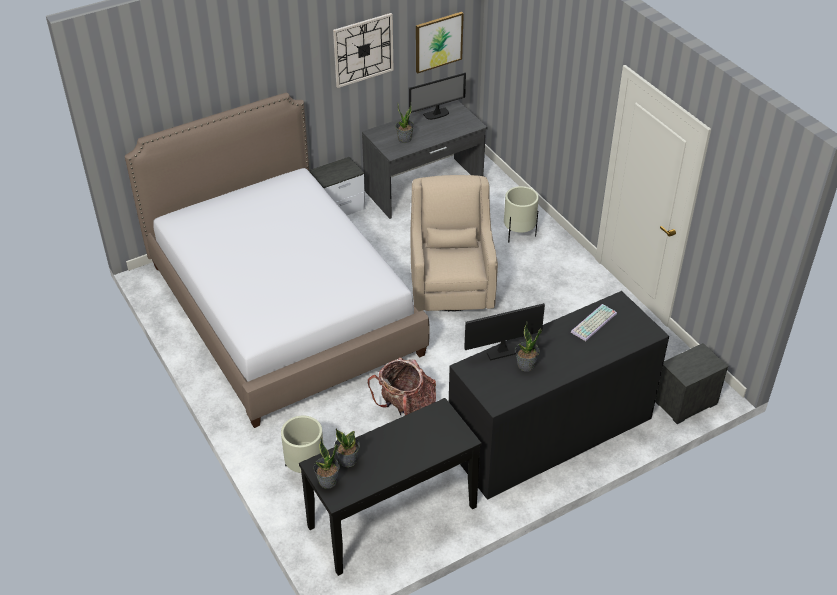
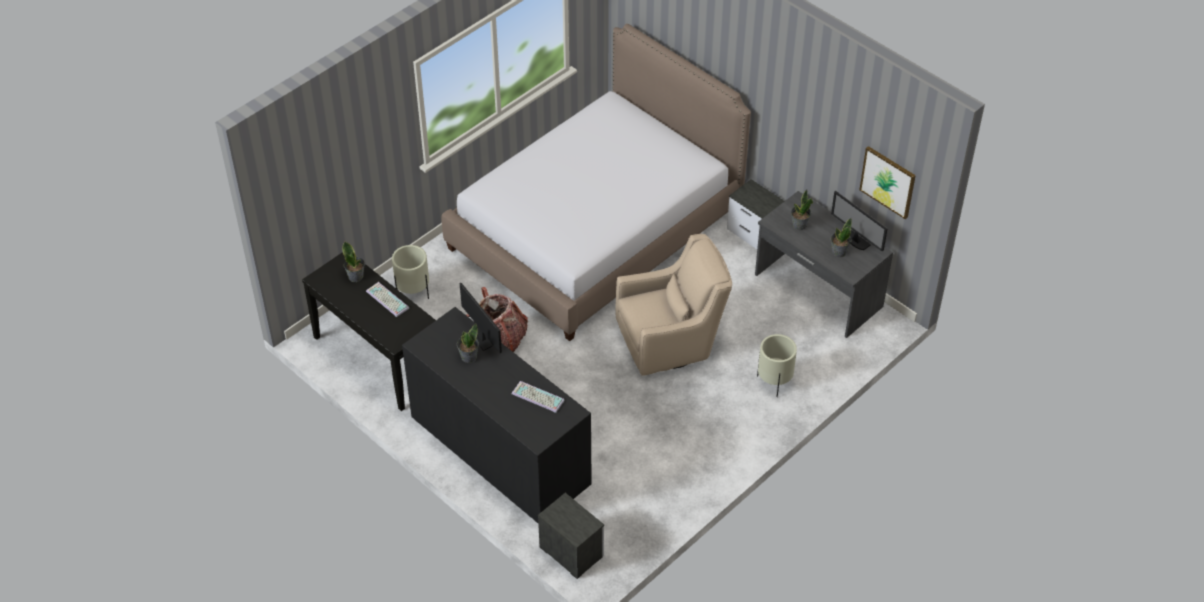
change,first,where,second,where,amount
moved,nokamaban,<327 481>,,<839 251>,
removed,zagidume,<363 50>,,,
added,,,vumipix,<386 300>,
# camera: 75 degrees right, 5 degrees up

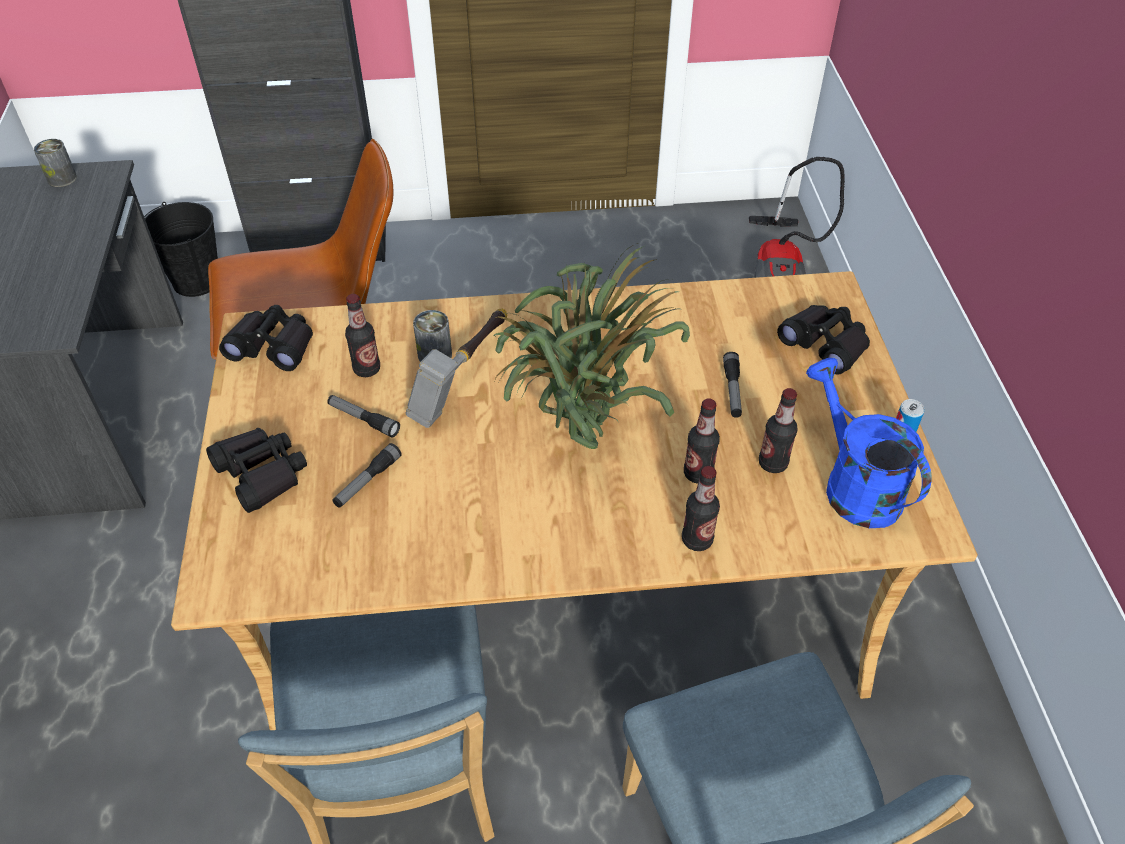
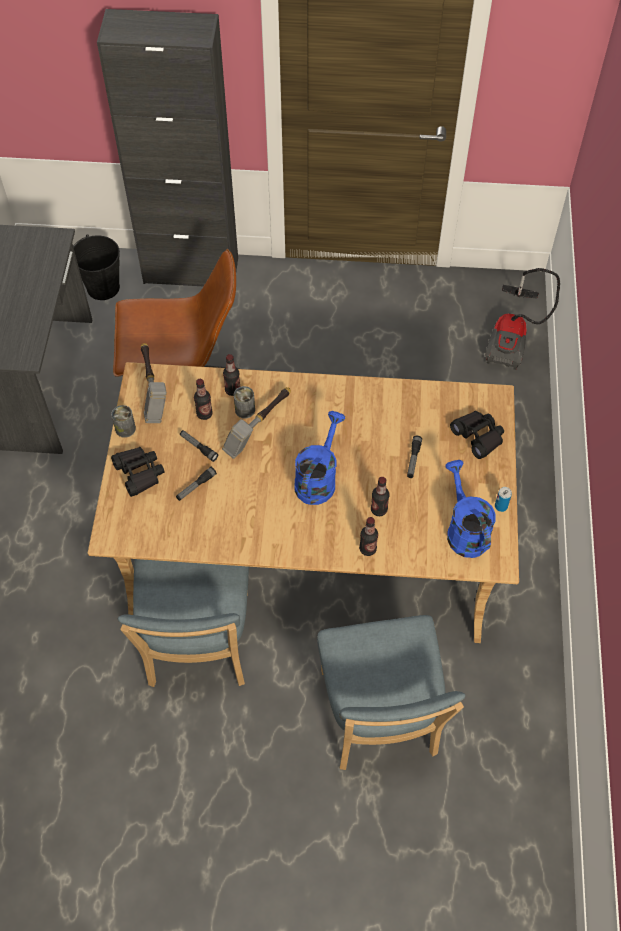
change,first,where,second,where,amount
moved,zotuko,<62 178>,,<125 429>,
replaced,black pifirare,<273 346>,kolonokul,<152 390>,
replaced,nokamaban,<580 440>,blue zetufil,<318 478>,
moved,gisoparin,<773 463>,,<232 390>,
# camera: 10 degrees right, 10 degrees up

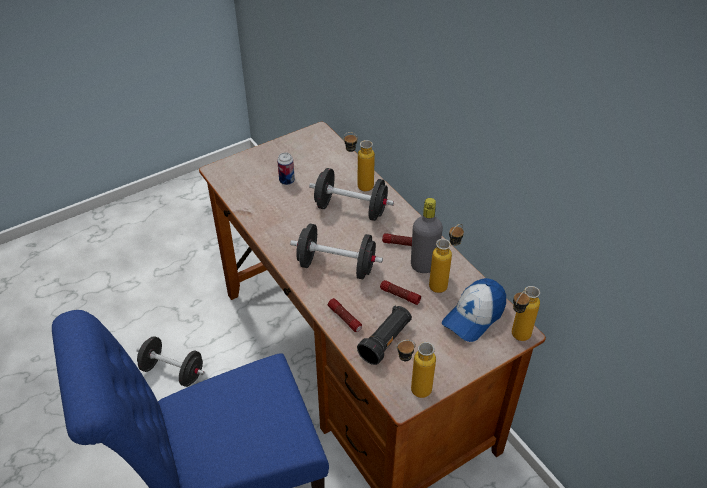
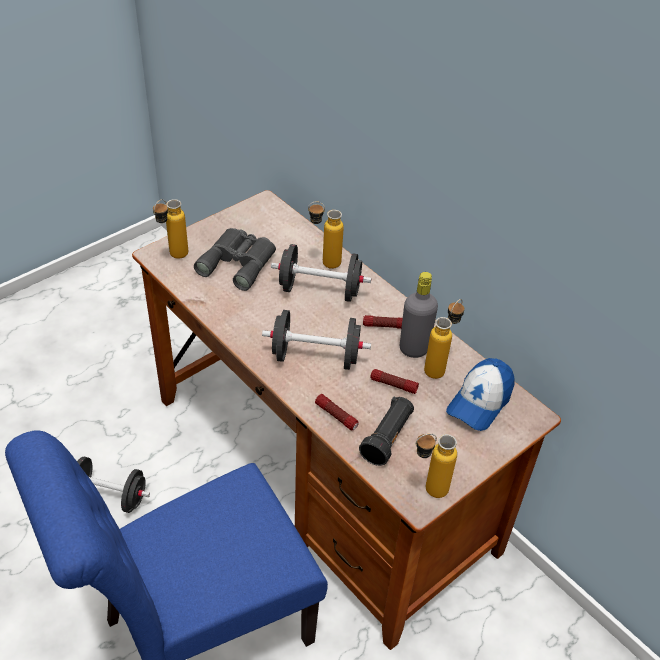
change,first,where,second,where,amount
replaced,zotuko,<287 181>,grey pifirare,<239 262>,
moved,gisoparin,<516 339>,,<173 257>,
# camera: 10 degrees left, 0 degrees up

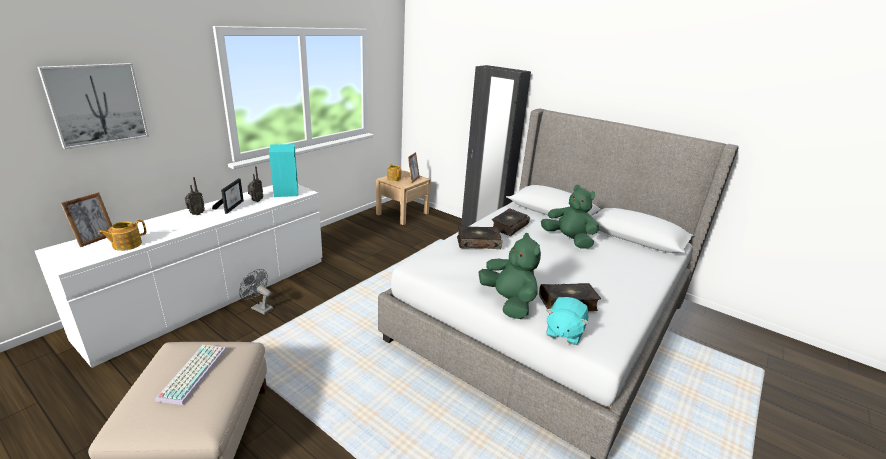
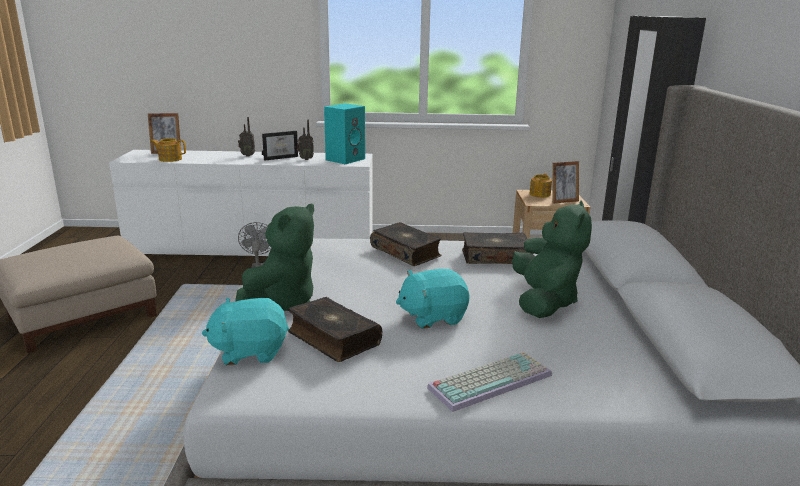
change,first,where,second,where,amount
removed,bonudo,<97 104>,,,
moved,vumipix,<192 372>,,<490 380>,
added,,,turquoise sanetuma,<432 317>,
# camera: 55 degrees right, 5 degrees down

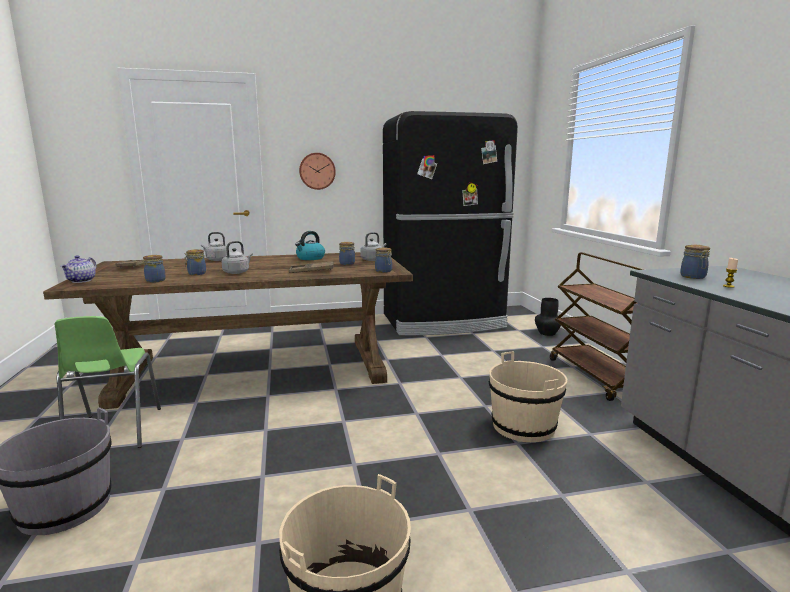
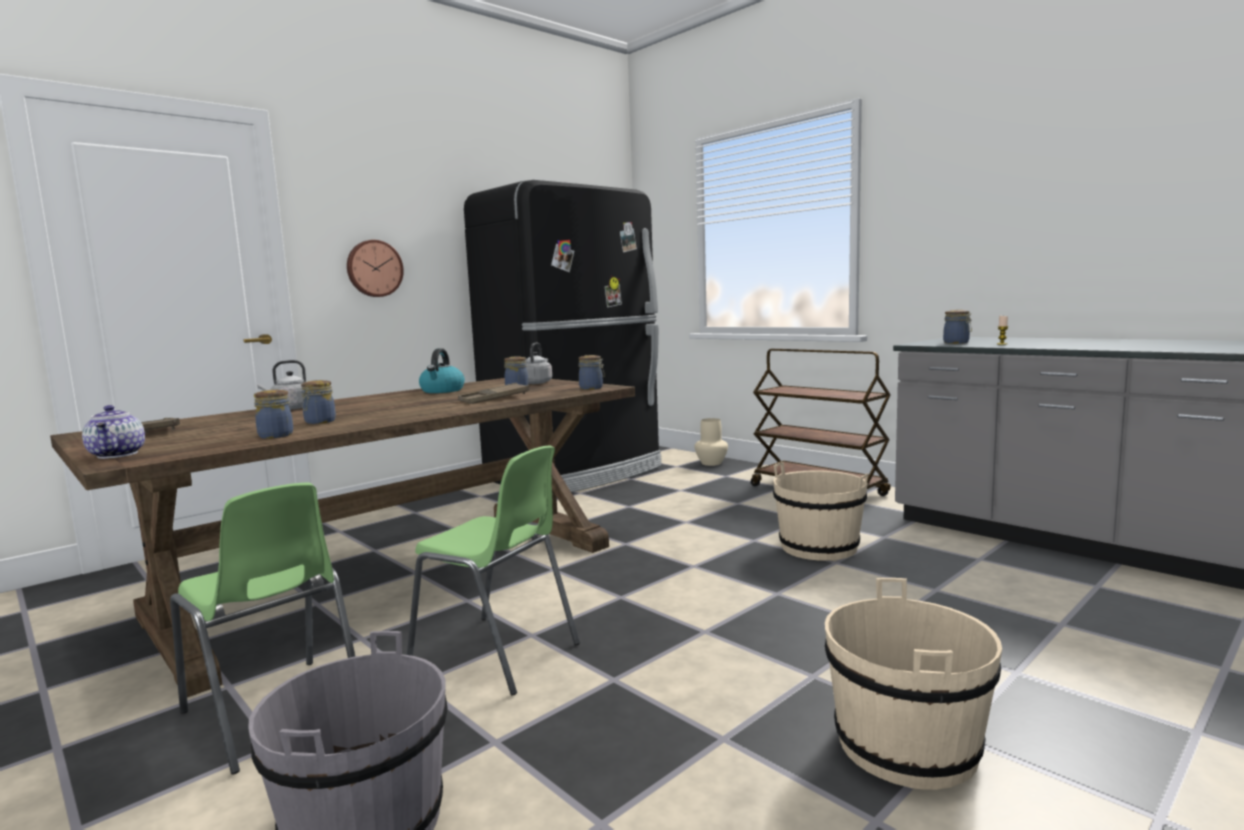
change,first,where,second,where,amount
removed,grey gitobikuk,<237 272>,,,
recoloured,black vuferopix,<546 333>,beige vuferopix,<711 463>,
added,,,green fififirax,<496 654>,
# camera: 30 degrees left, 5 degrees down

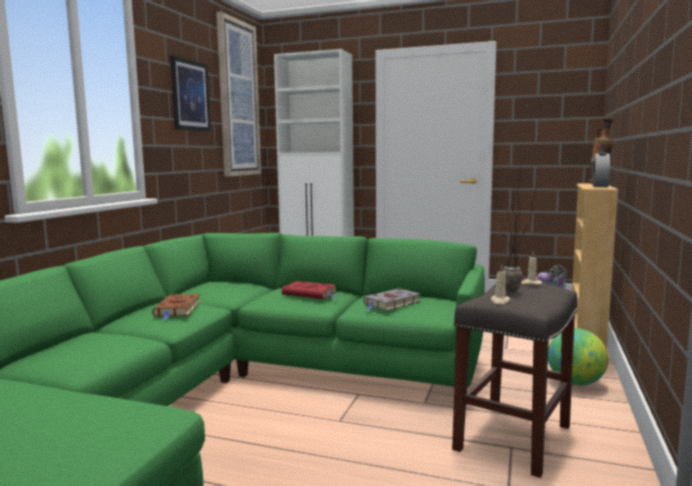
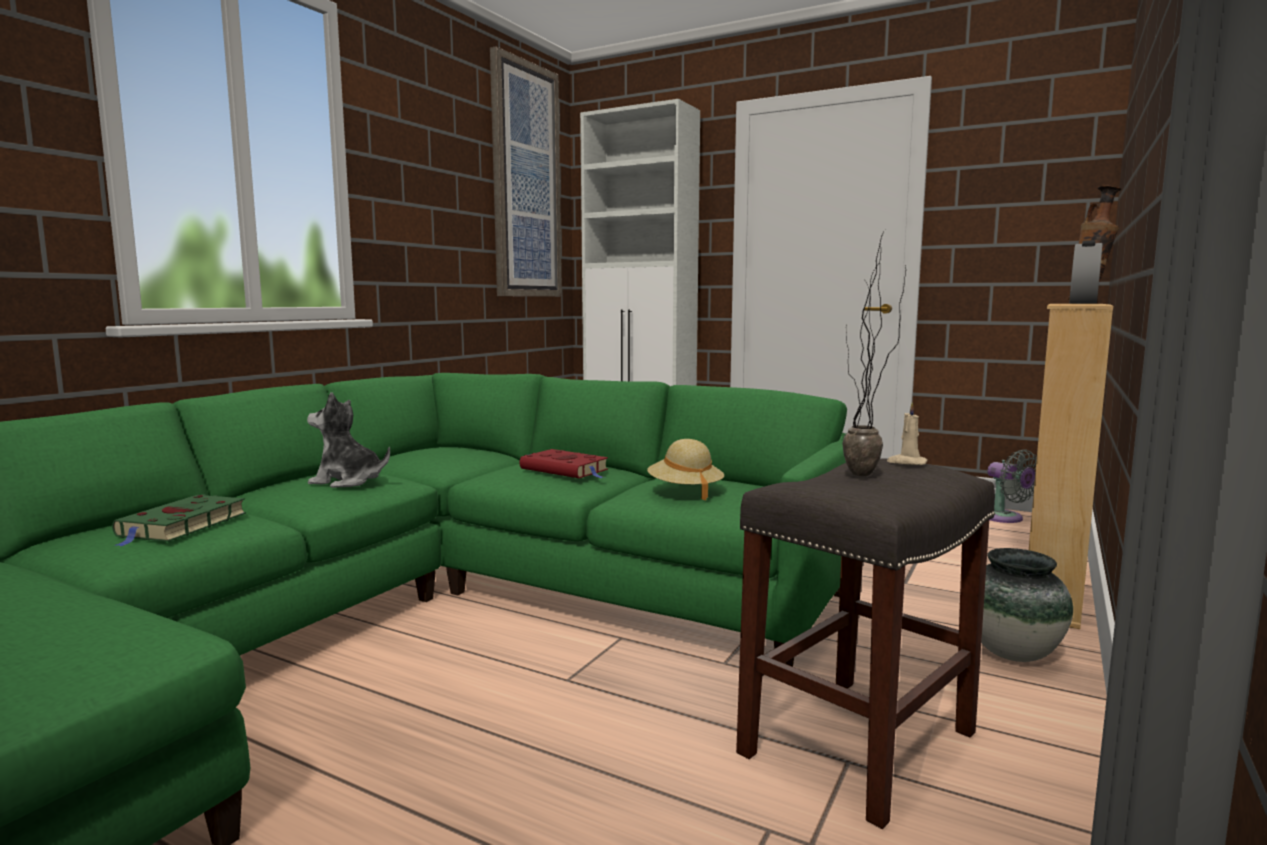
change,first,where,second,where,amount
replaced,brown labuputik,<177 309>,sanetuma,<347 481>,
removed,bonudo,<190 95>,,,
replaced,grey labuputik,<391 303>,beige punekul,<685 491>,
removed,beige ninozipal,<500 301>,,,
replaced,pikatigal,<575 383>,vuferopix,<1013 653>,
added,,,green labuputik,<181 526>,
# camera: 10 degrees right, 0 degrees up

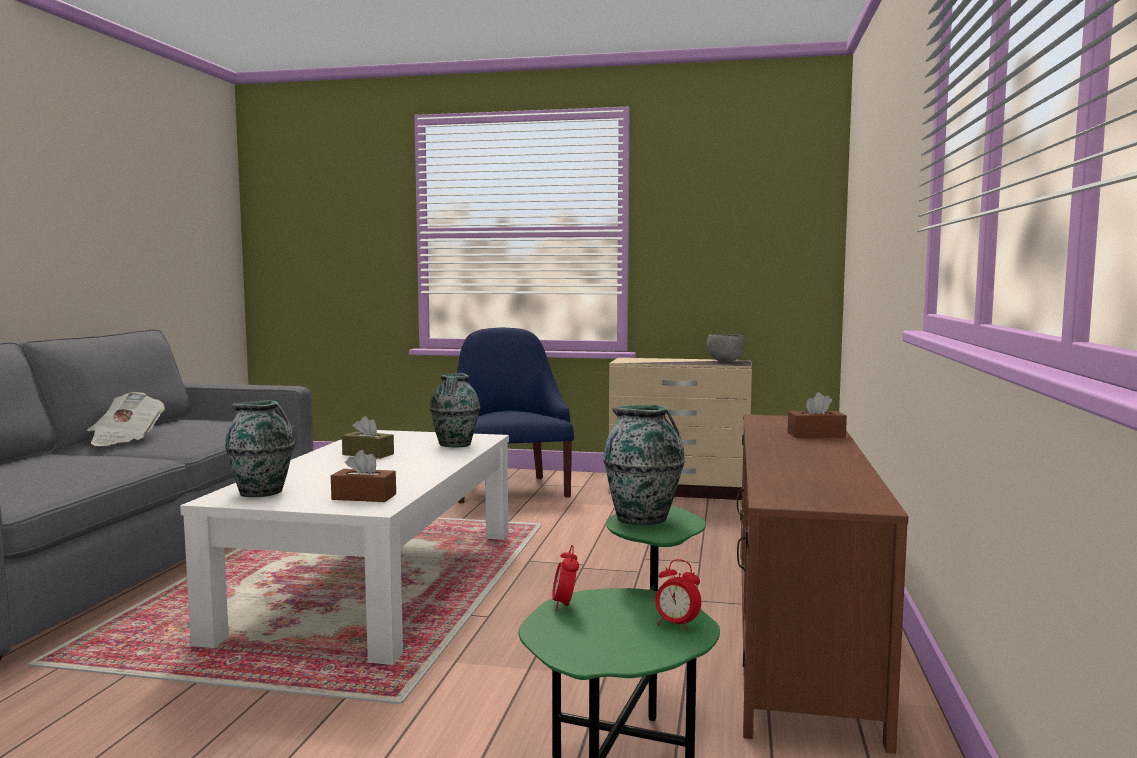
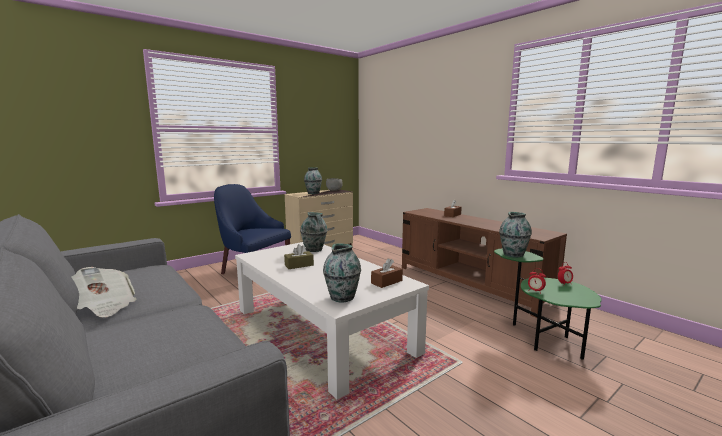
change,first,where,second,where,amount
added,,,vuferopix,<313 193>,
# camera: 50 degrees left, 5 degrees up

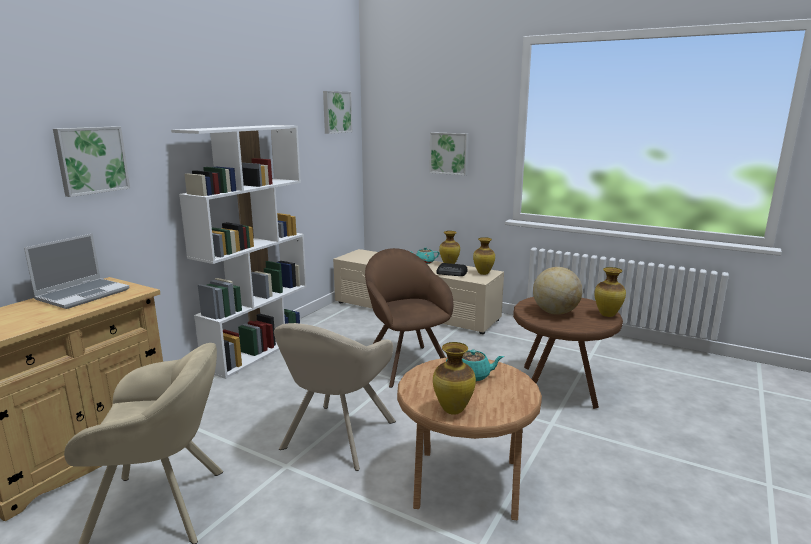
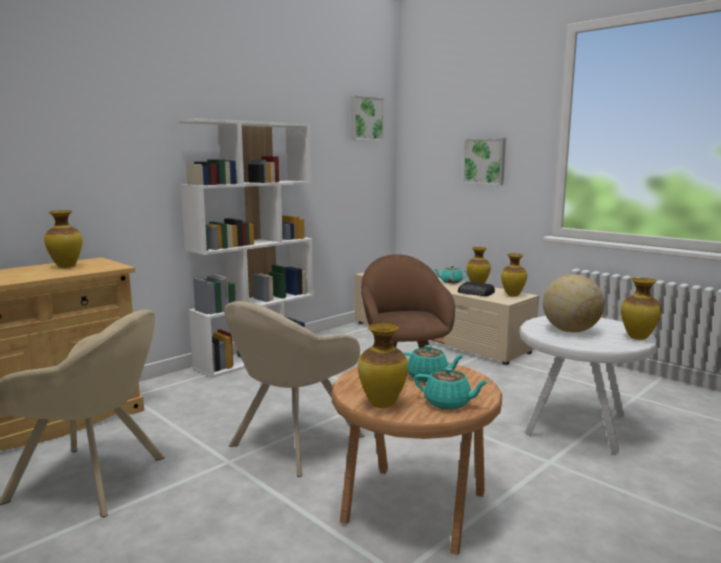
change,first,where,second,where,amount
replaced,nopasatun,<83 294>,vuferopix,<66 266>,
removed,bonudo,<91 160>,,,
recoloured,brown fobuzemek,<559 386>,white fobuzemek,<577 425>,
added,,,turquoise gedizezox,<448 403>,
# camera: 15 degrees right, 5 degrees down

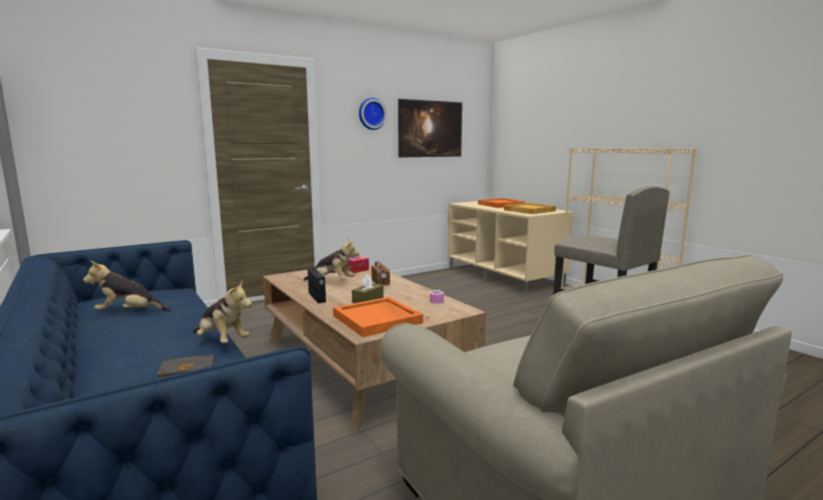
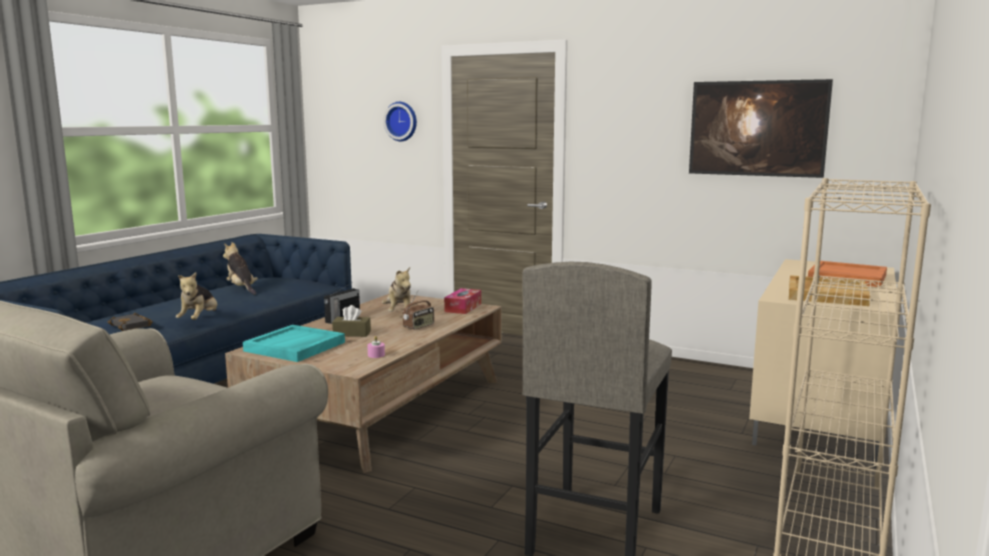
change,first,where,second,where,amount
recoloured,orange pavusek,<378 319>,turquoise pavusek,<295 347>,
moved,zagidume,<371 114>,,<402 121>,
# camera: 60 degrees right, 0 degrees up

